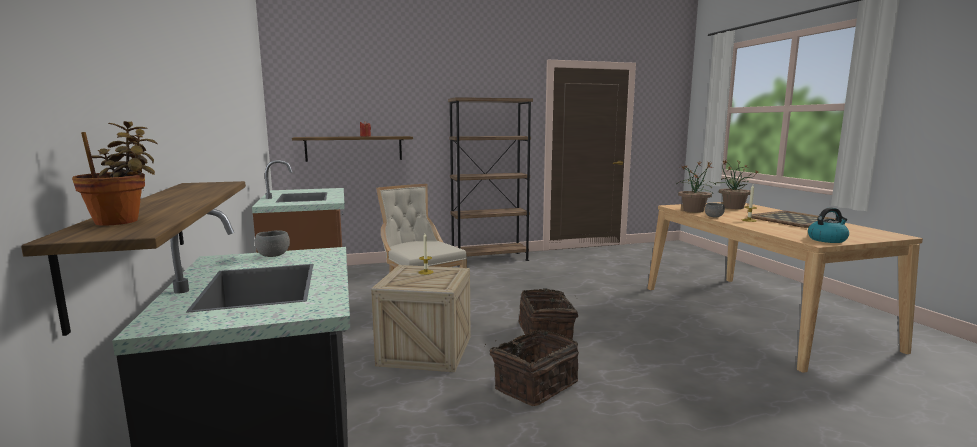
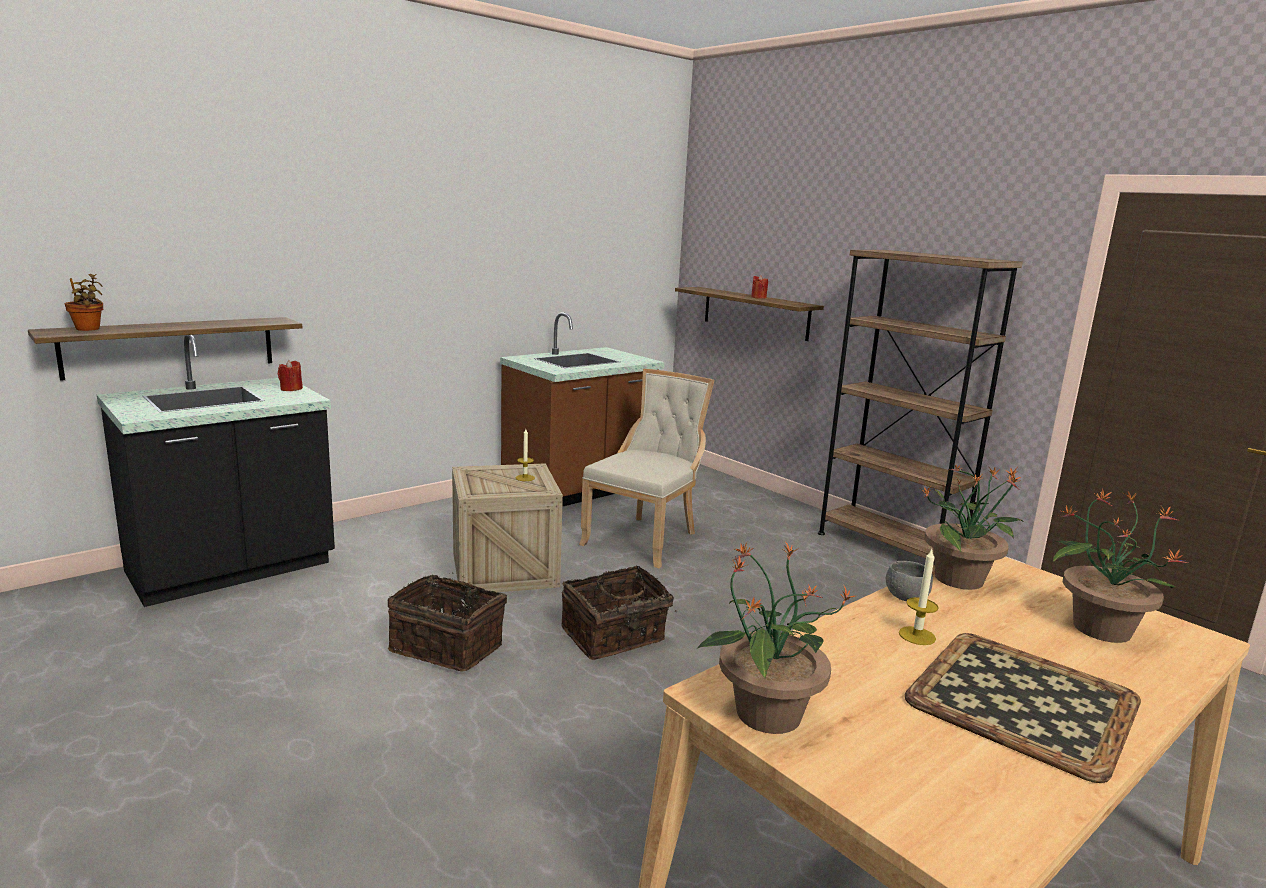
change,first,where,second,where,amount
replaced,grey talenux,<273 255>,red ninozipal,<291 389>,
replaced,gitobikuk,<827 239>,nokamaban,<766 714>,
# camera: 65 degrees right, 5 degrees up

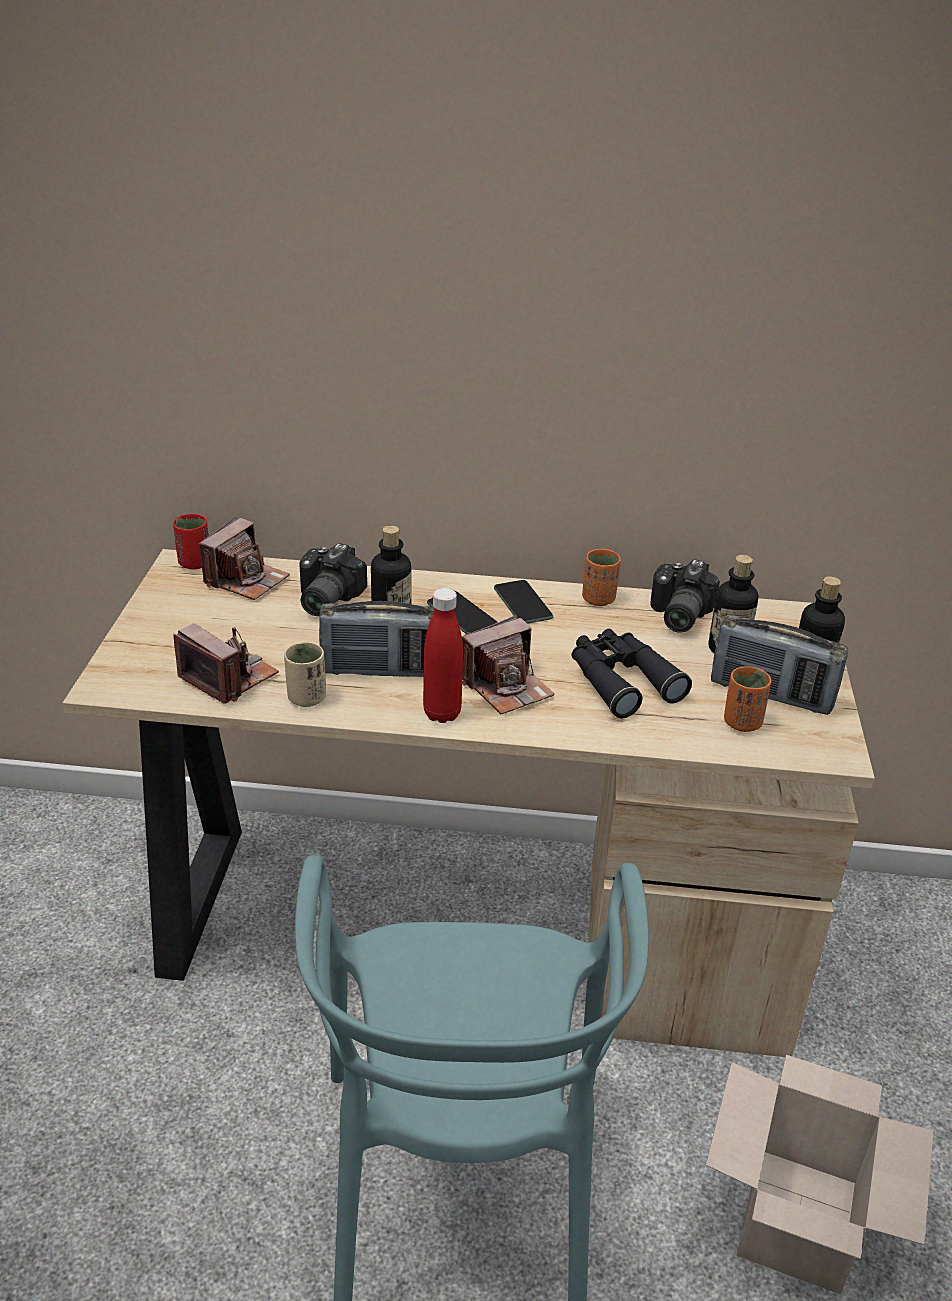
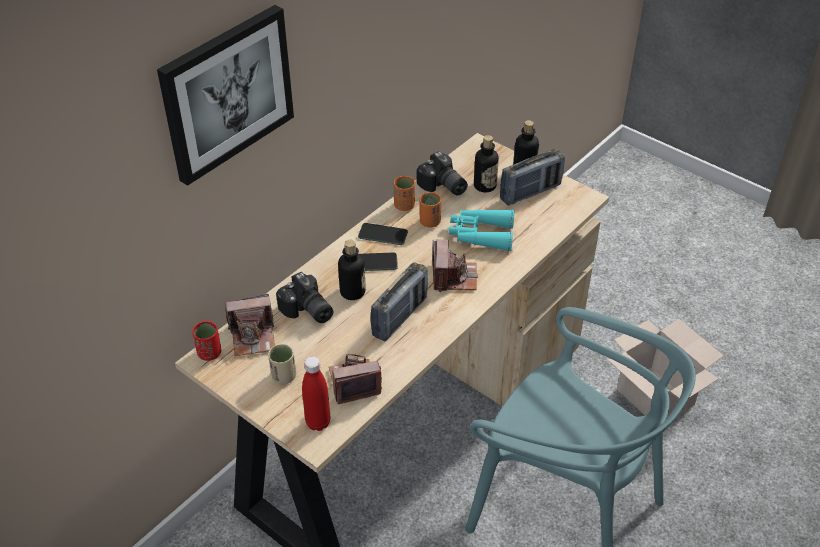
change,first,where,second,where,amount
turned,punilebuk,<246 580>,,<253 337>,105 degrees clockwise
moved,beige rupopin,<306 698>,,<284 376>,
moved,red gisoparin,<442 714>,,<318 422>,
recoloured,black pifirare,<621 681>,turquoise pifirare,<480 235>,
moved,orange rupopin,<742 723>,,<430 222>,
added,,,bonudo,<226 93>,
# camera: 55 degrees left, 10 degrees up

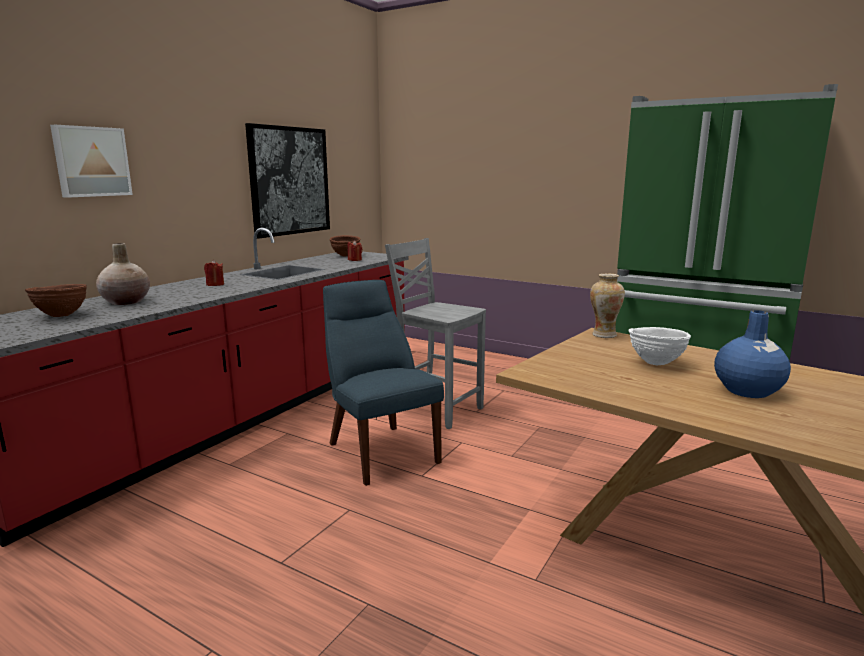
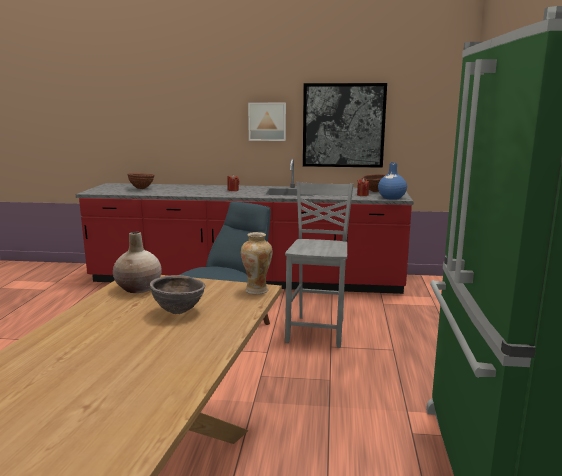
change,first,where,second,where,amount
moved,bonudo,<91 162>,,<267 121>,
moved,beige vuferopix,<126 301>,,<139 288>,
recoloured,white talenux,<656 363>,brown talenux,<179 312>,
moved,blue vuferopix,<747 391>,,<391 198>,
# camera: 65 degrees right, 0 degrees up

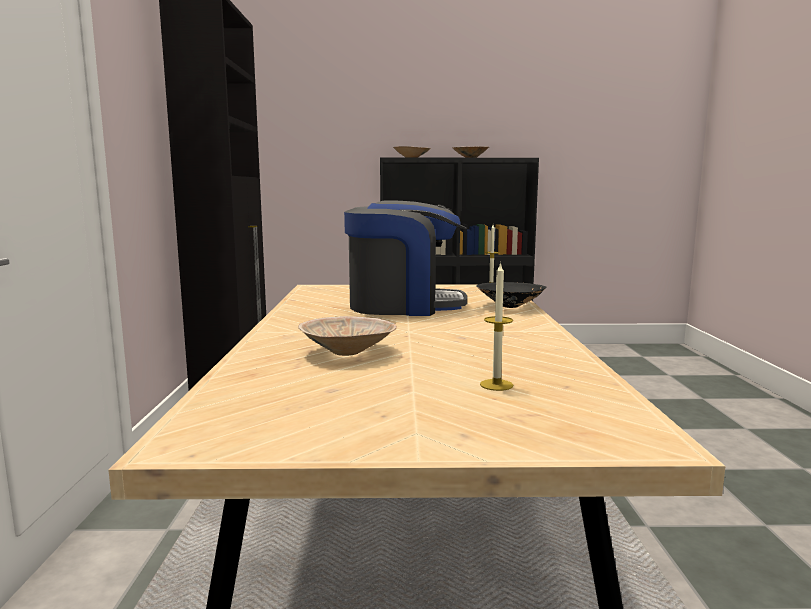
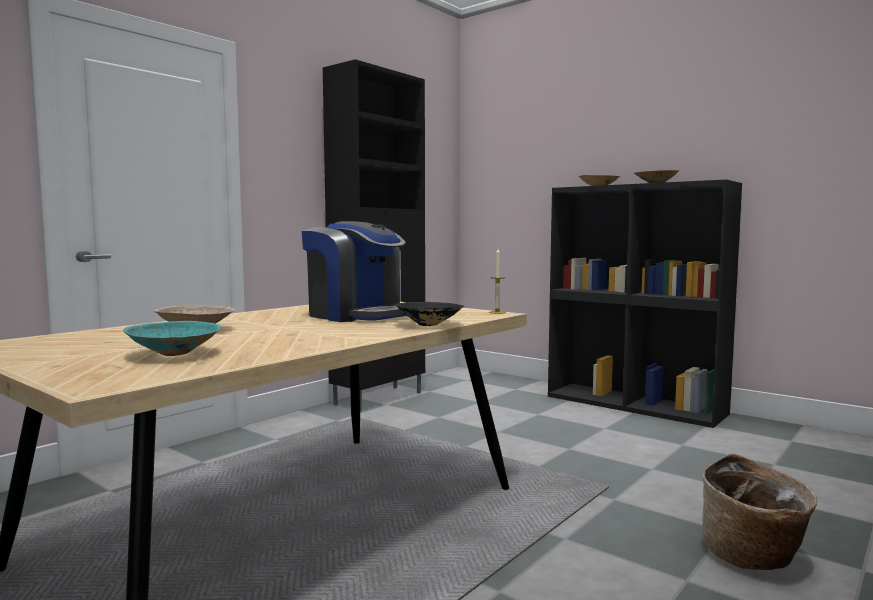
change,first,where,second,where,amount
replaced,ninozipal,<496 385>,turquoise talenux,<175 354>,
added,,,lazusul,<753 557>,
# camera: 40 degrees right, 5 degrees down

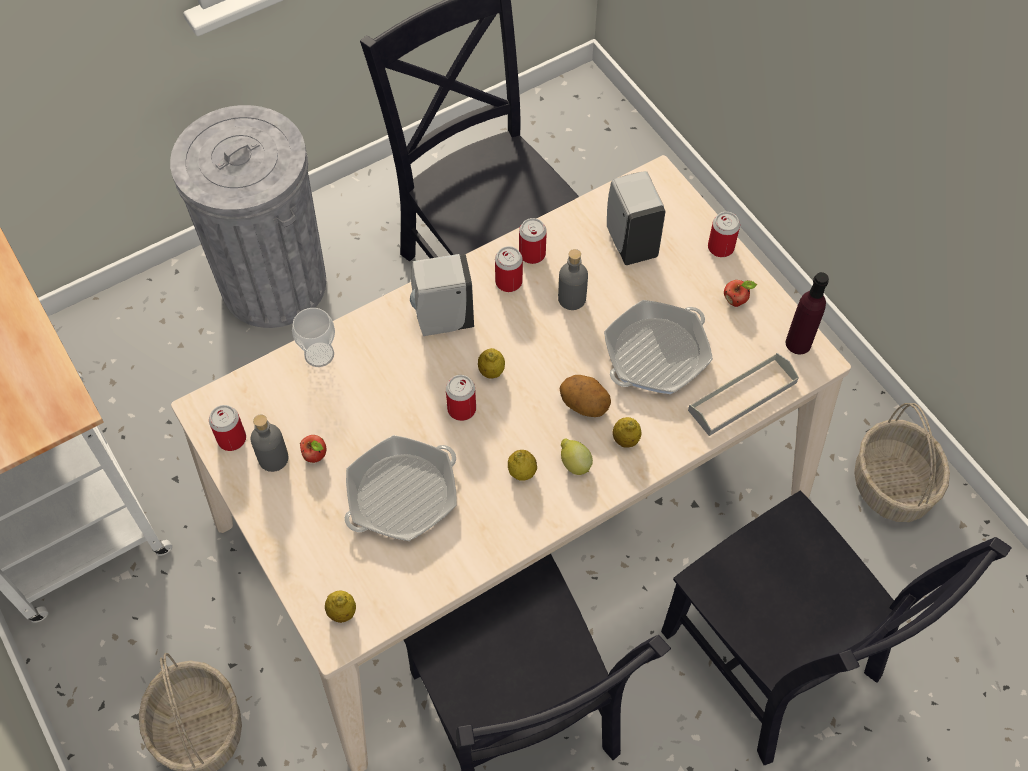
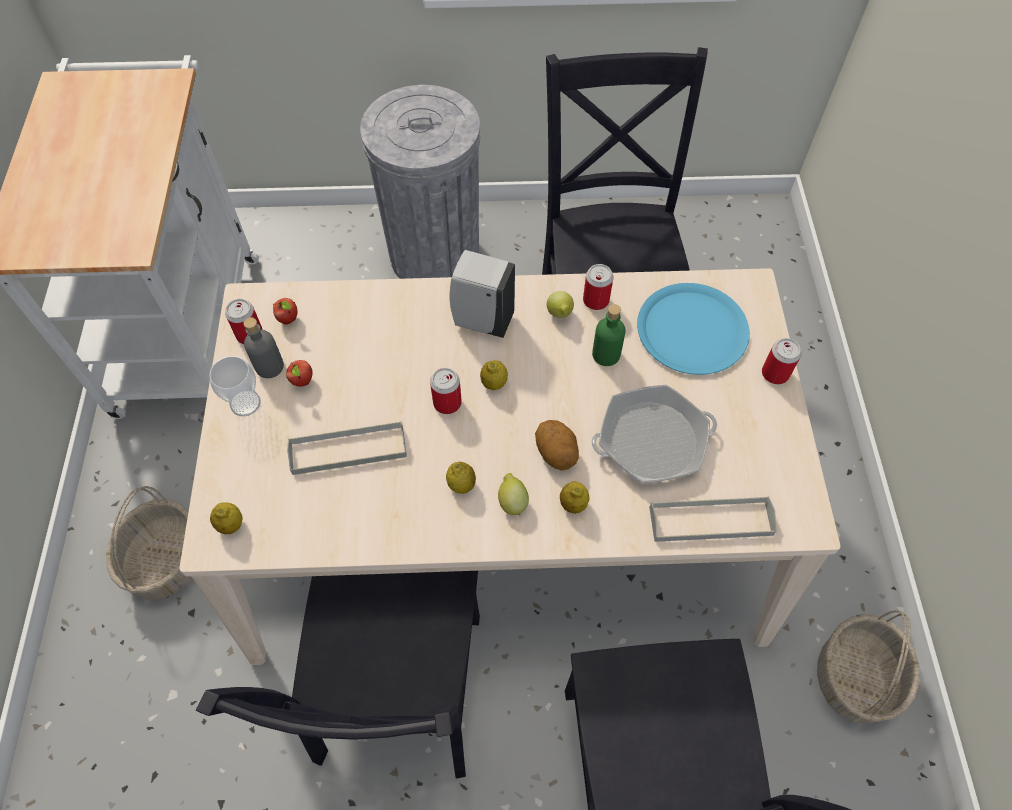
change,first,where,second,where,amount
moved,rupopin,<319 354>,,<245 403>,
replaced,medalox,<402 494>,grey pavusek,<348 450>,
replaced,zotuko,<508 282>,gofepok,<560 314>,
recoloured,grey gisoparin,<571 298>,green gisoparin,<606 354>,
replaced,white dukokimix,<630 242>,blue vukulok,<692 330>,
moved,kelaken,<736 301>,,<289 320>,
removed,purple gisoparin,<798 343>,,,
# camera: 30 degrees right, 0 degrees up

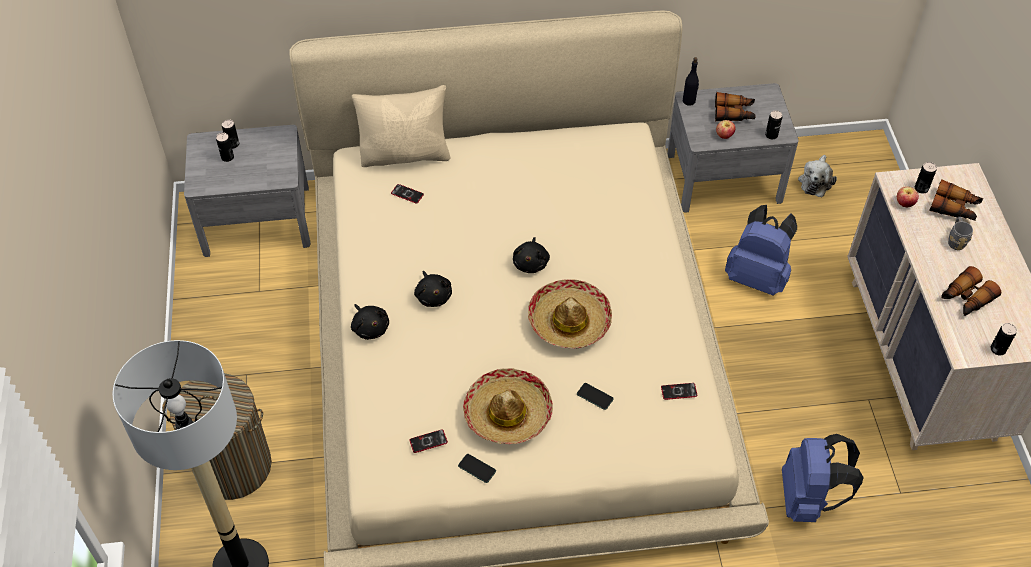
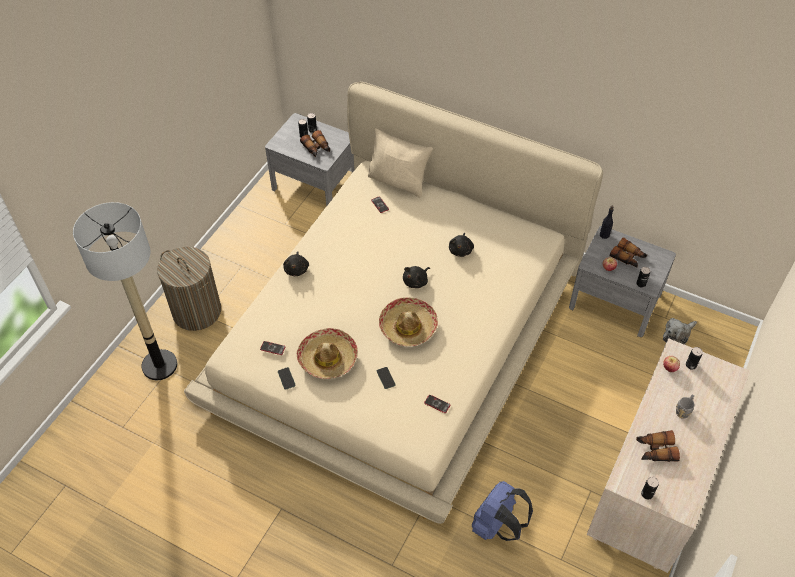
change,first,where,second,where,amount
moved,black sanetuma,<433 296>,,<461 250>,
removed,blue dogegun,<757 277>,,,
moved,pifirare,<954 208>,,<317 148>,
# camera: 35 degrees right, 0 degrees up

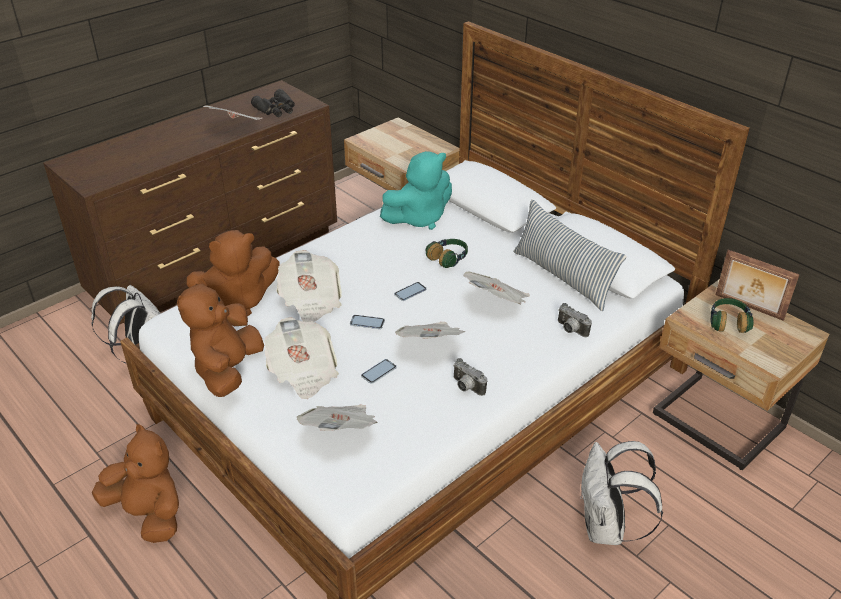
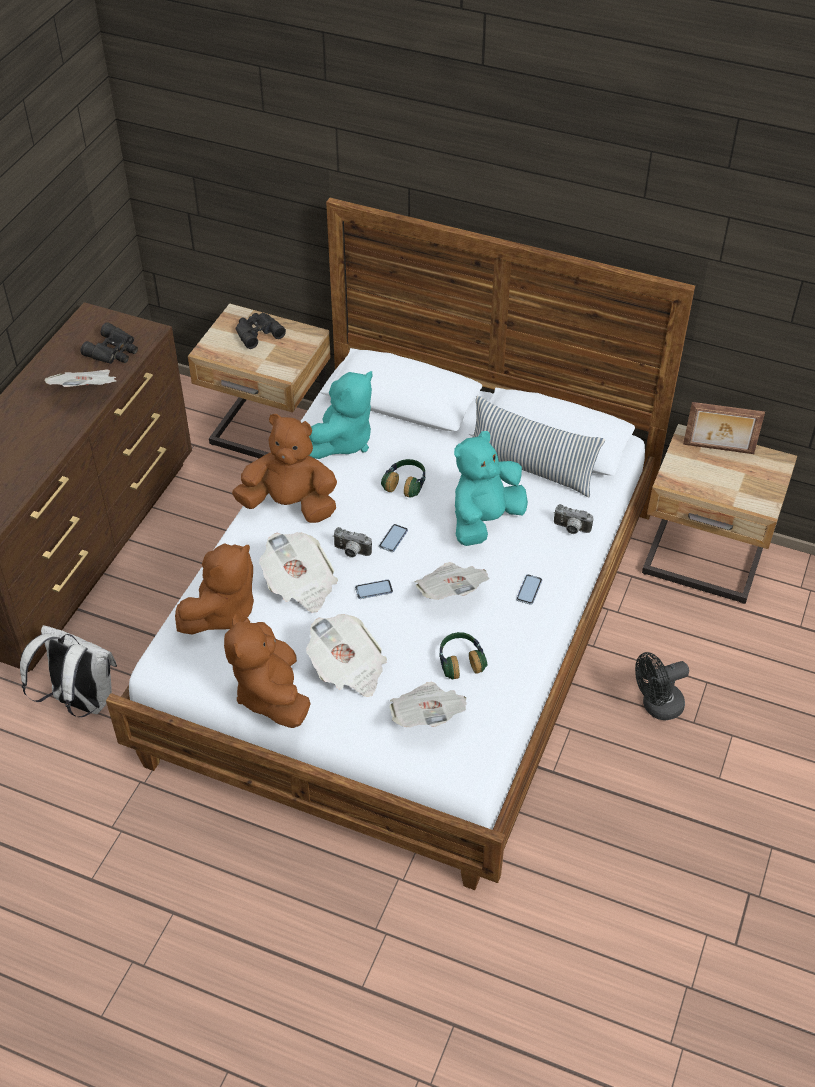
change,first,where,second,where,amount
moved,brown sanetuma,<149 514>,,<290 505>,
moved,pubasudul,<379 372>,,<529 590>,
moved,punilebuk,<466 387>,,<351 552>,
replaced,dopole,<497 302>,turquoise sanetuma,<484 520>,
replaced,white dogegun,<606 528>,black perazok,<656 706>,
moved,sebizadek,<728 322>,,<460 661>,
added,,,black pifirare,<257 332>,
# camera: 25 degrees left, 10 degrees up

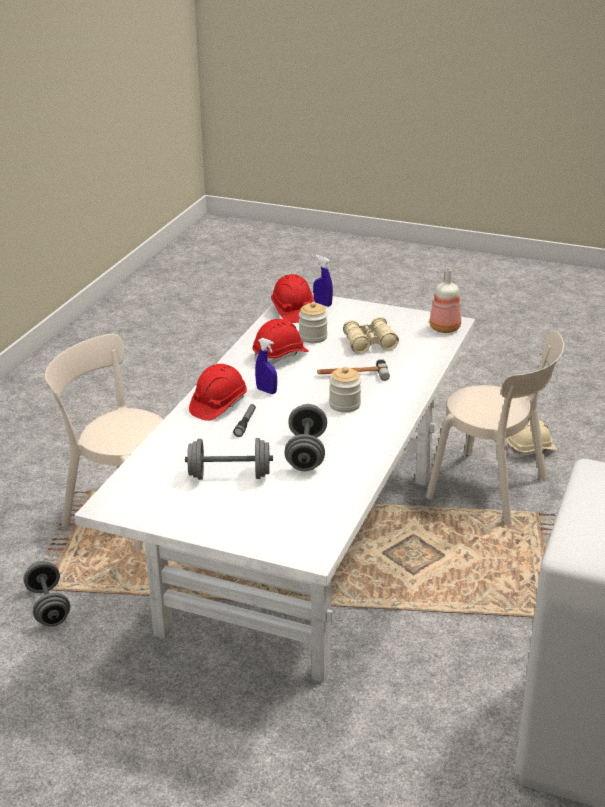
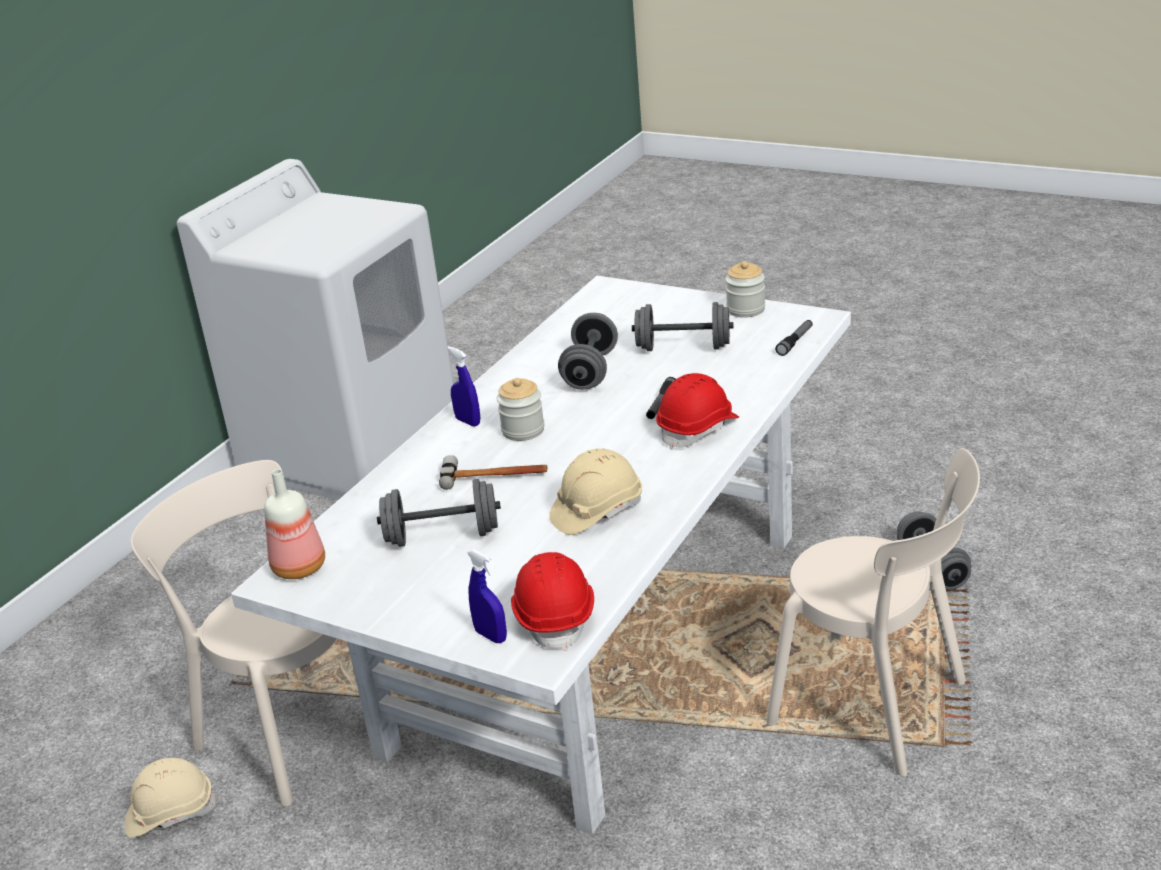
change,first,where,second,where,amount
recoloured,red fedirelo,<280 356>,beige fedirelo,<597 511>,
moved,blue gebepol,<266 391>,,<468 421>,
moved,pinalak,<313 337>,,<745 309>,
replaced,beige pifirare,<369 343>,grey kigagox,<442 536>,
added,,,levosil,<795 342>,
# camera: 170 degrees left, 0 degrees up

